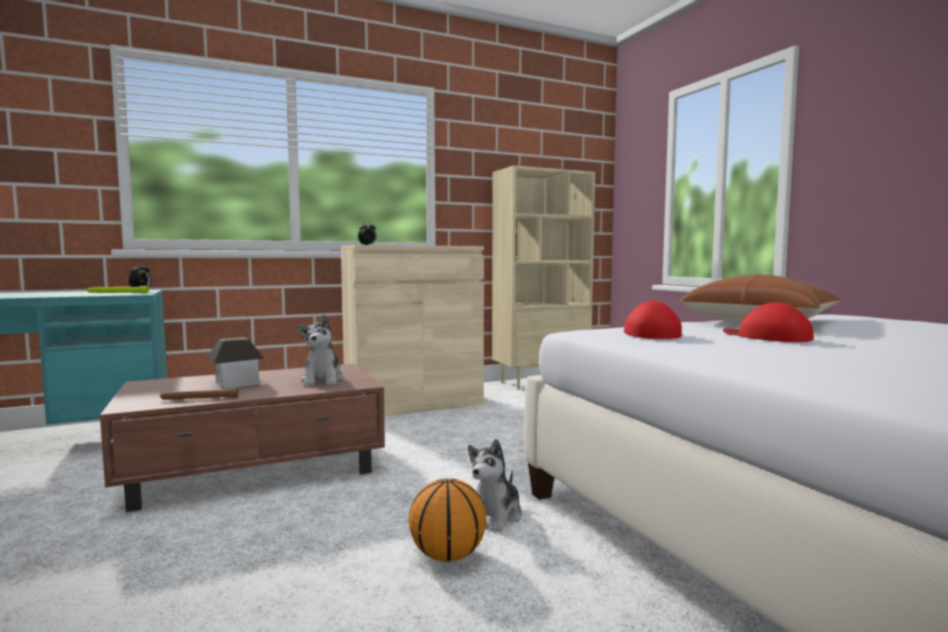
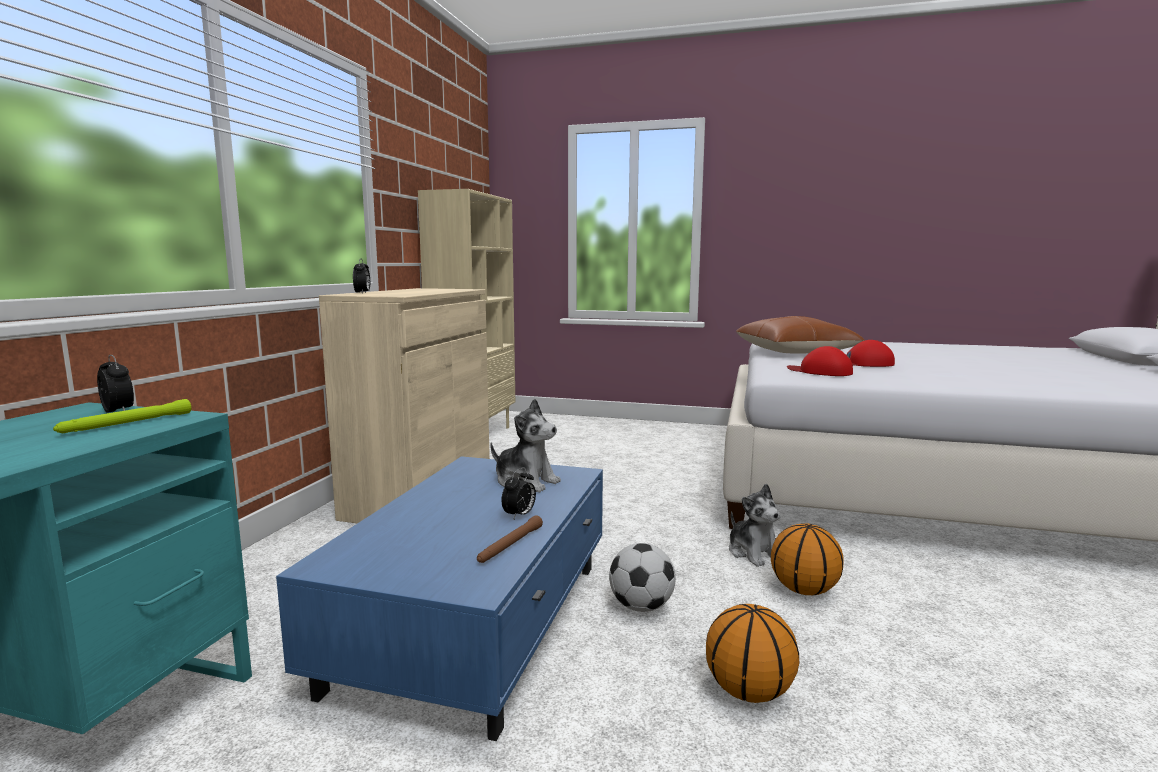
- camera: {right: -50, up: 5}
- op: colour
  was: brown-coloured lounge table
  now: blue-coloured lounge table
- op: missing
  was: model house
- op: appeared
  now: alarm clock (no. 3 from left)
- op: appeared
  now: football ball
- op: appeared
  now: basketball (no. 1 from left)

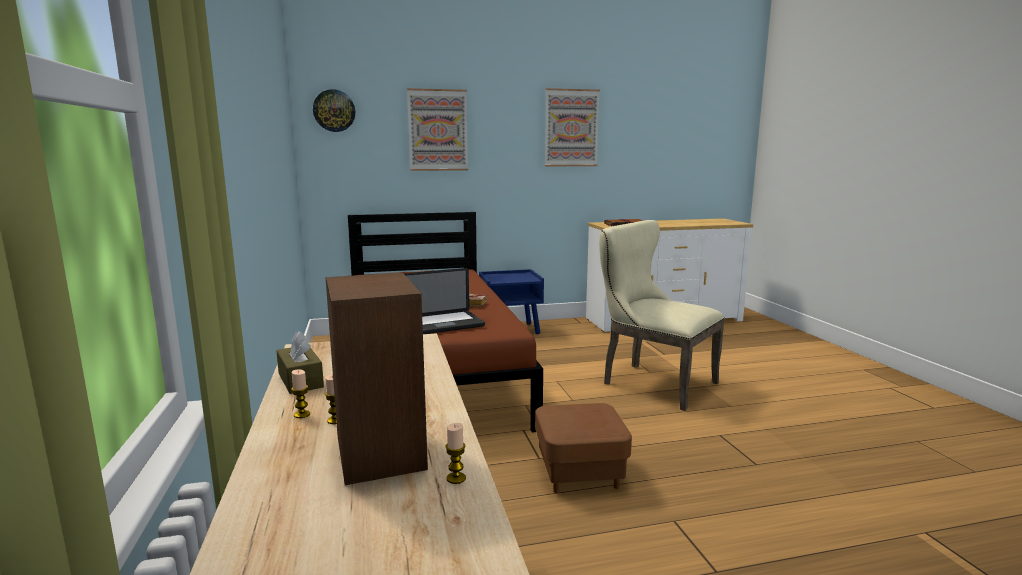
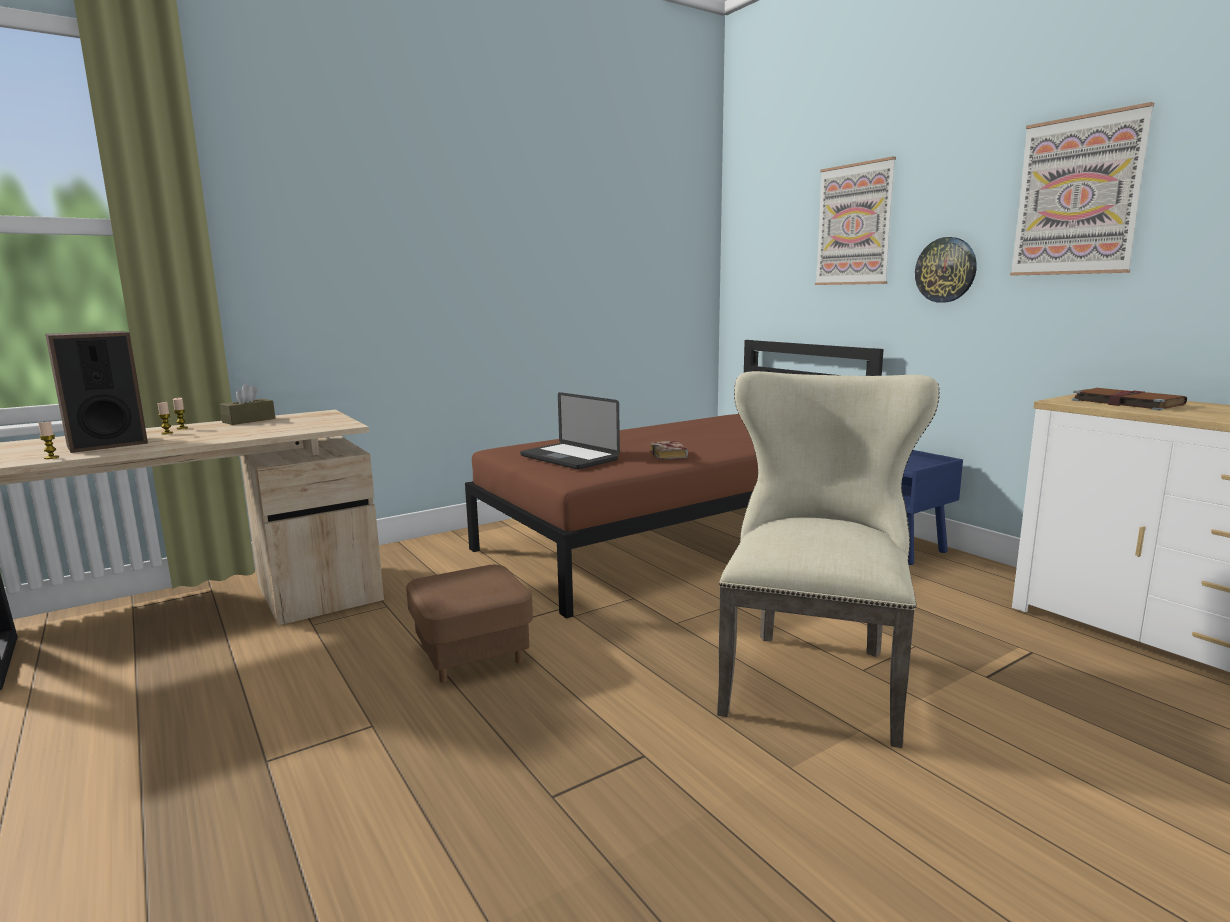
- camera: {right: 70, up: 0}
- op: relocated
  was: hanging clock

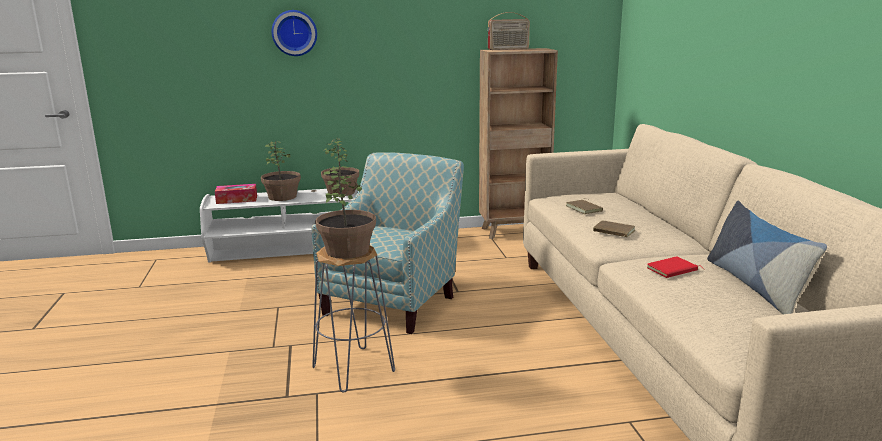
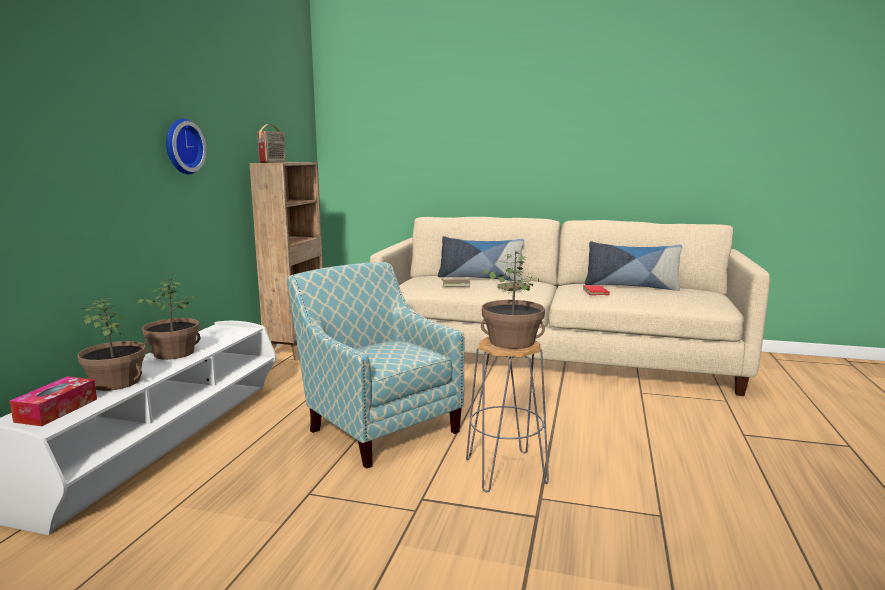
- camera: {right: -65, up: -5}
- op: relocated
  was: hanging clock
- op: appeared
  now: pillow (no. 1 from left)

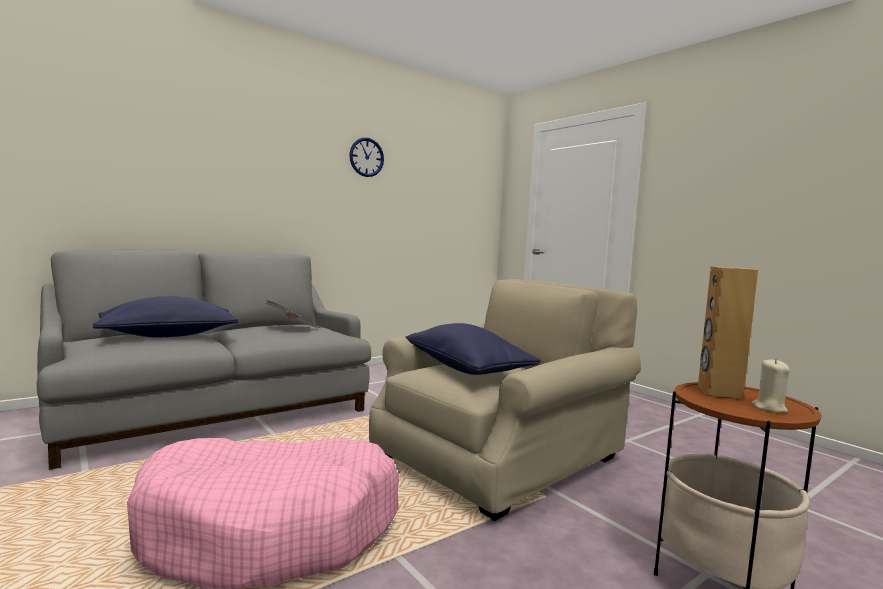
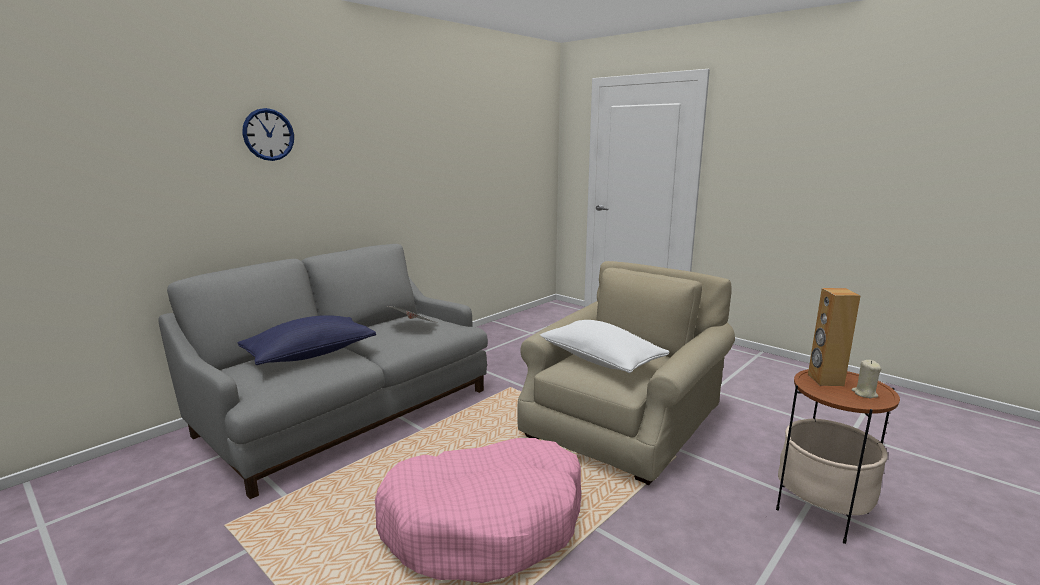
- camera: {right: -10, up: 10}
- op: relocated
  was: hanging clock
- op: colour
  was: blue-coloured pillow (no. 2 from left)
  now: whitish pillow

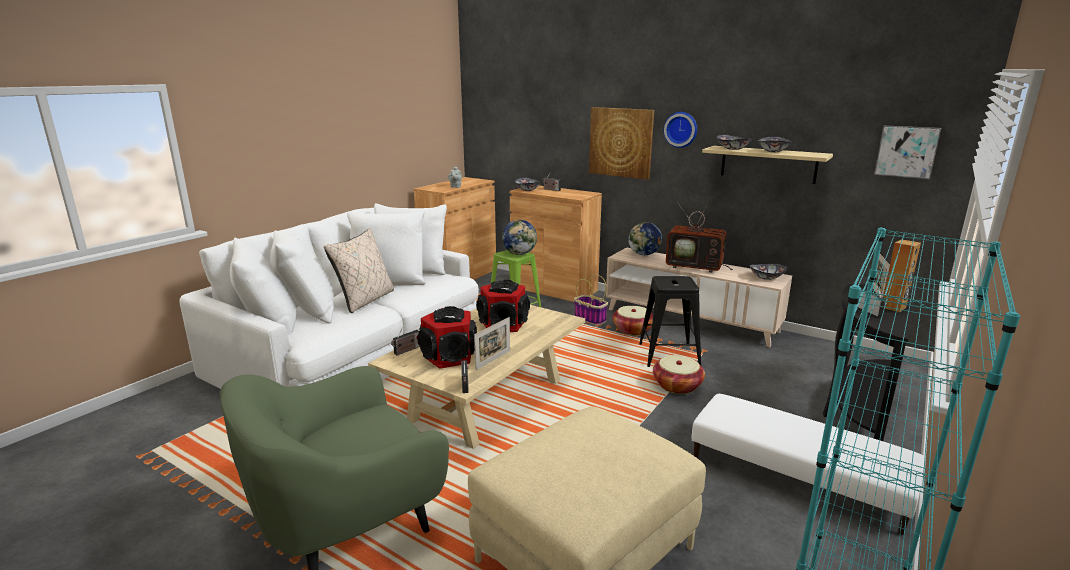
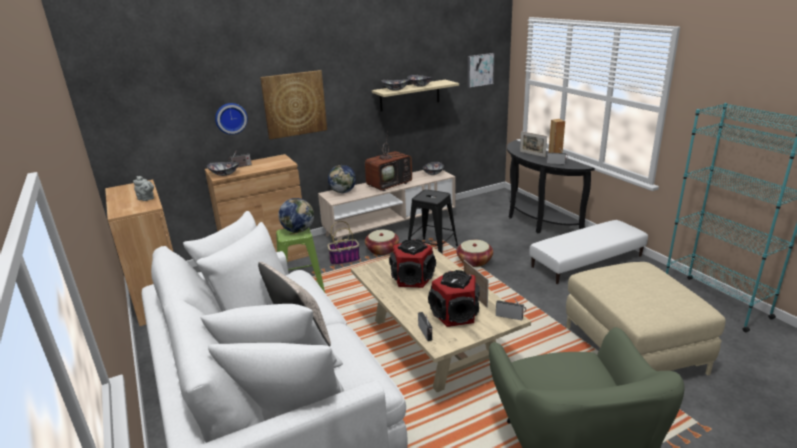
- camera: {right: -60, up: 5}
- op: relocated
  was: hanging clock

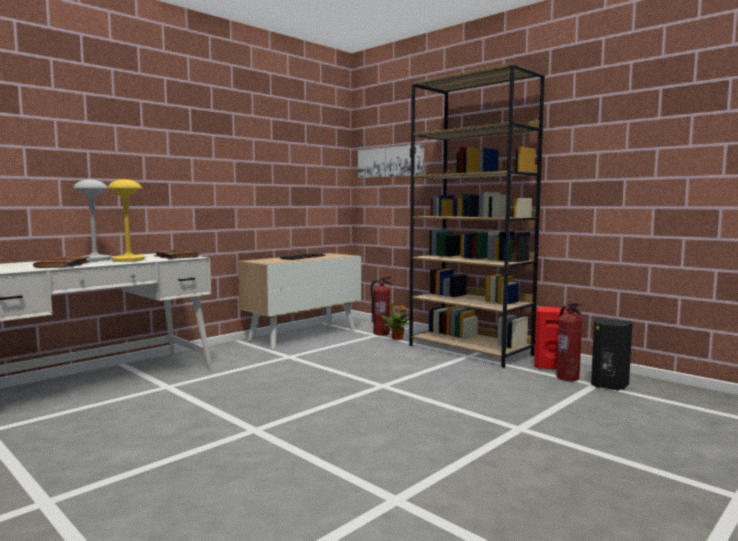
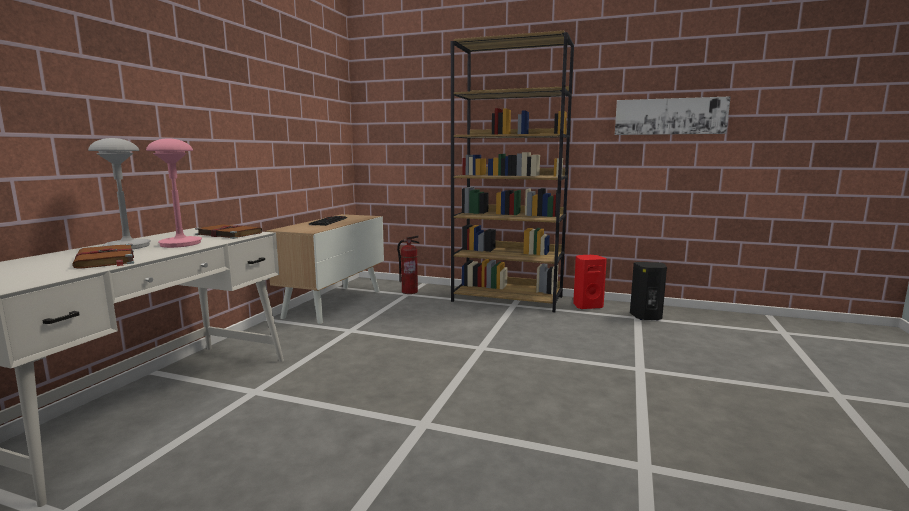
- camera: {right: -25, up: 5}
- op: colour
  was: yellowish table lamp
  now: pinkish table lamp
- op: relocated
  was: wall picture
- op: missing
  was: potted plant
- op: missing
  was: fire extinguisher (no. 2 from left)

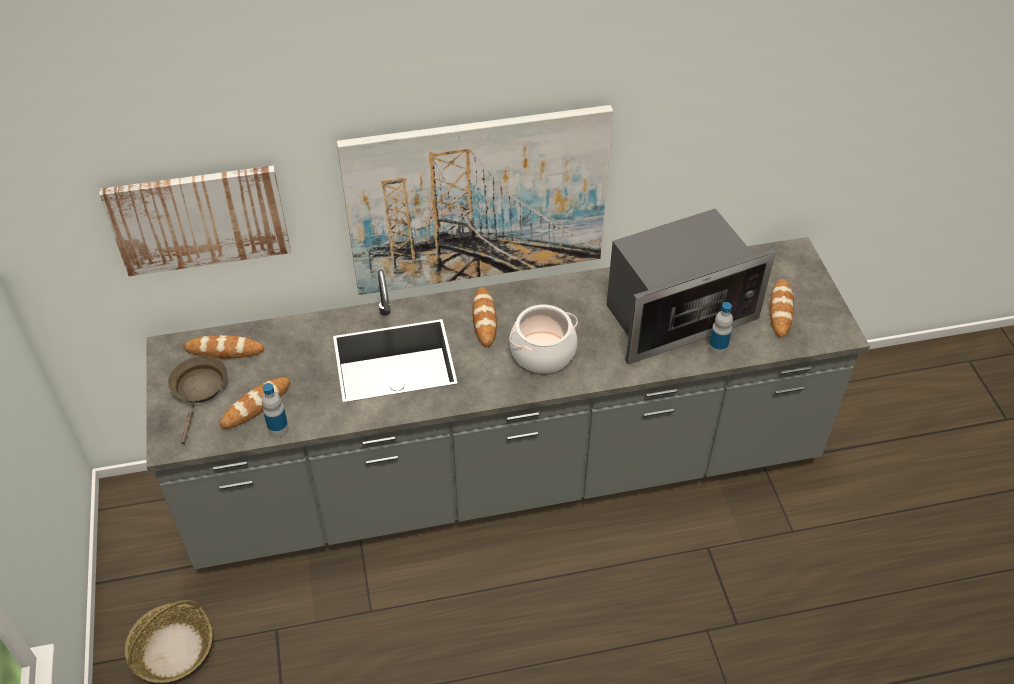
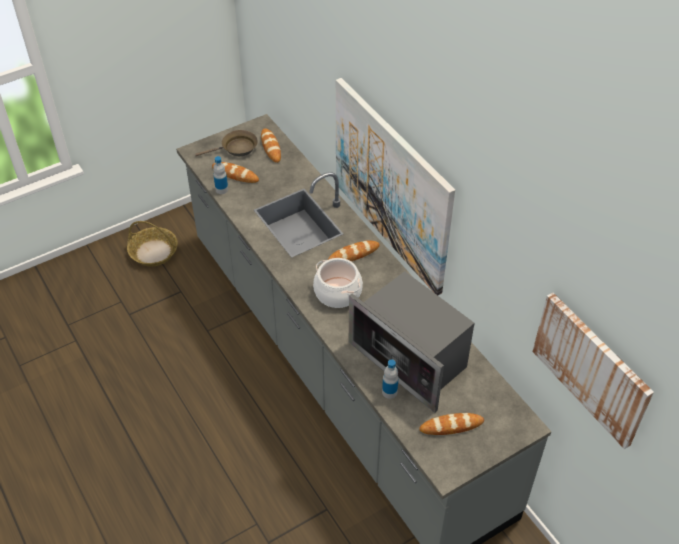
- camera: {right: 70, up: 0}
- op: relocated
  was: wall picture (no. 1 from left in the first image)
  now: wall picture (no. 2 from left)

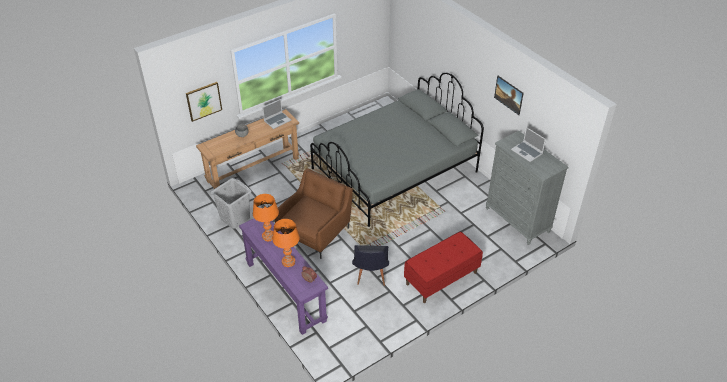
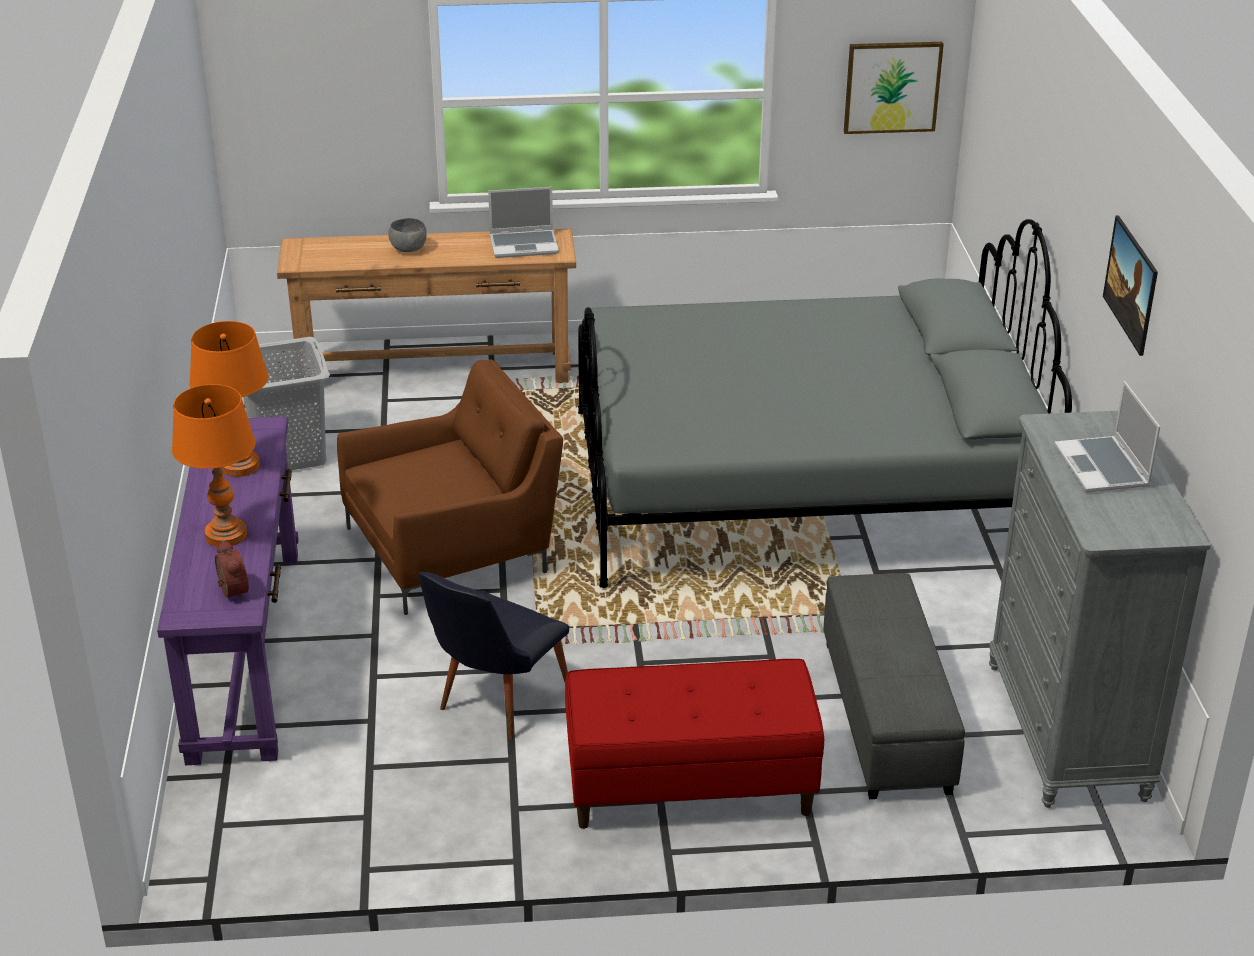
- camera: {right: 30, up: -10}
- op: relocated
  was: wall picture (no. 1 from left)
- op: appeared
  now: greyish pouffe

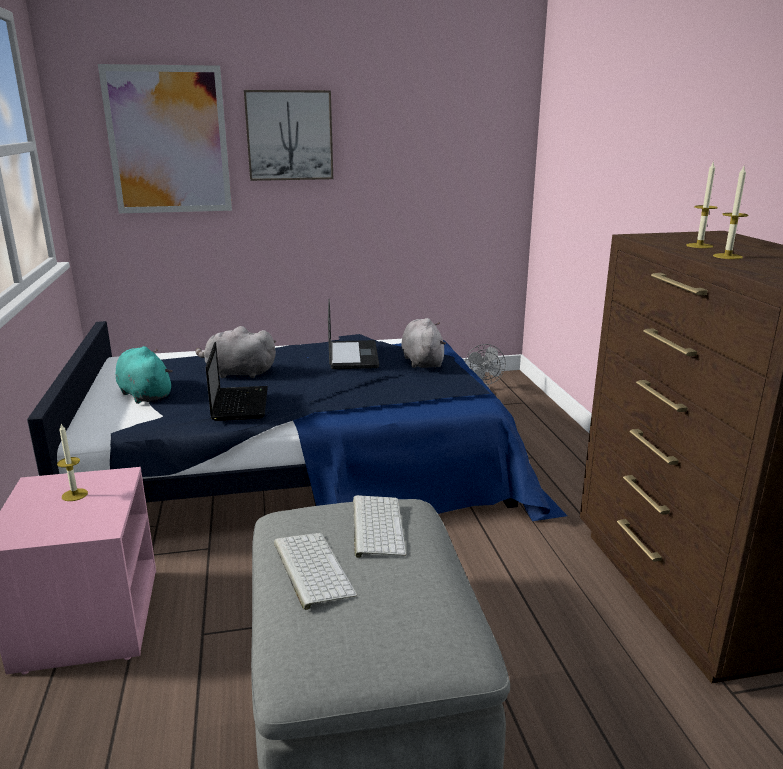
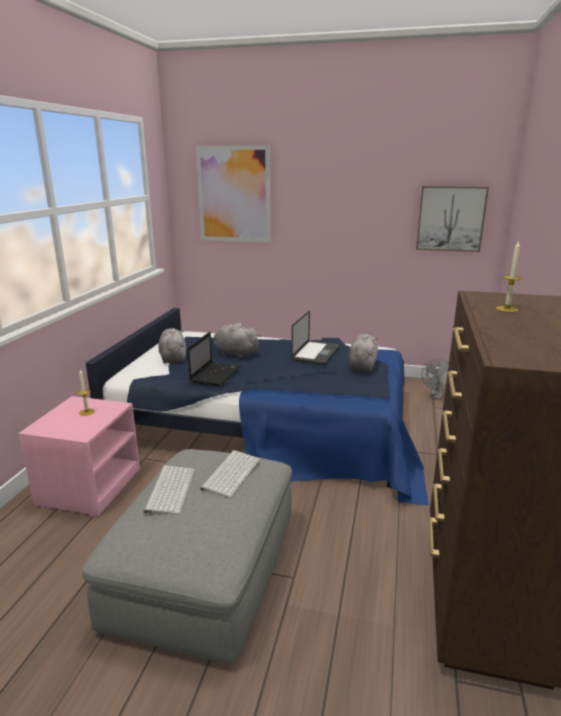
- camera: {right: 25, up: 0}
- op: colour
  was: blue-green soft toy
  now: greyish soft toy (no. 1 from left)
- op: relocated
  was: wall picture (no. 2 from left)
- op: missing
  was: candle (no. 3 from left)

